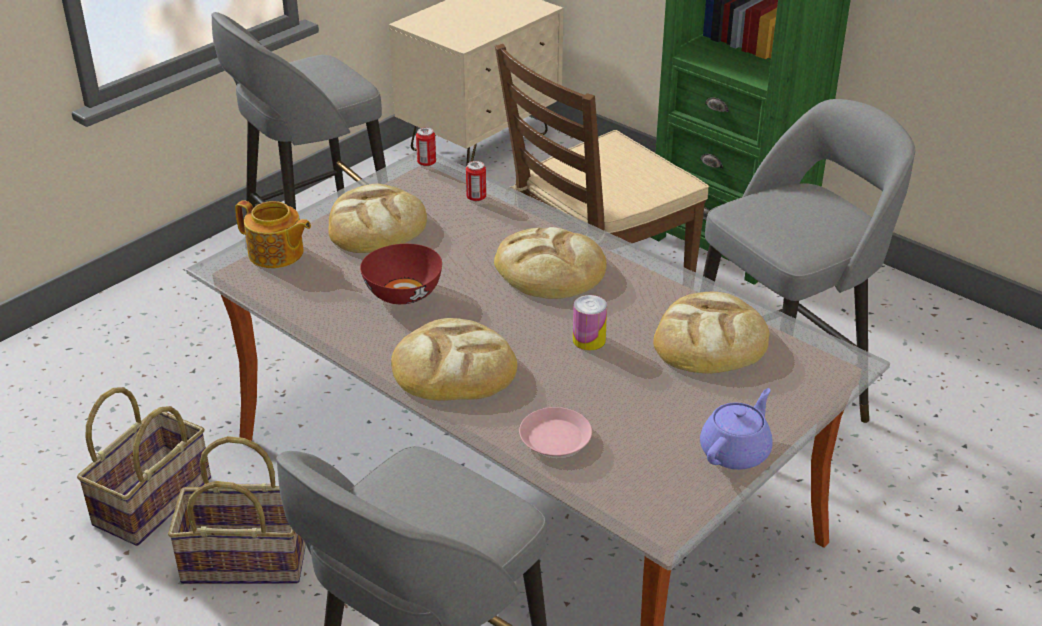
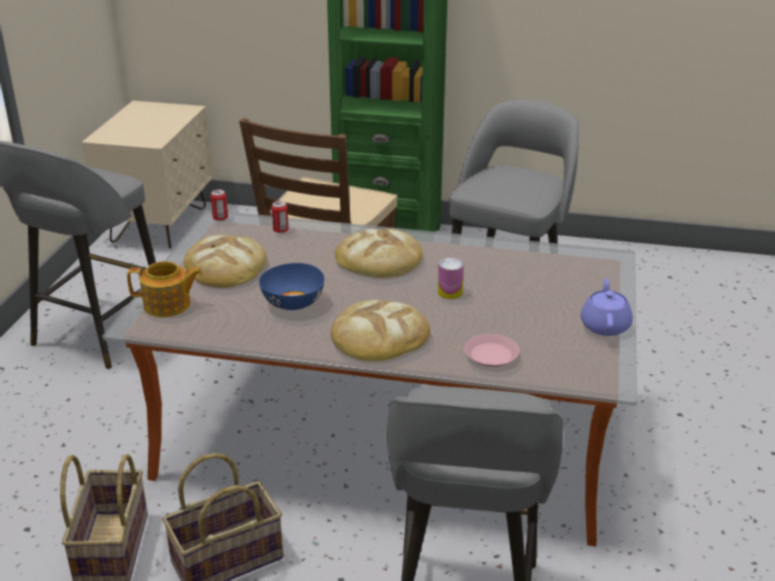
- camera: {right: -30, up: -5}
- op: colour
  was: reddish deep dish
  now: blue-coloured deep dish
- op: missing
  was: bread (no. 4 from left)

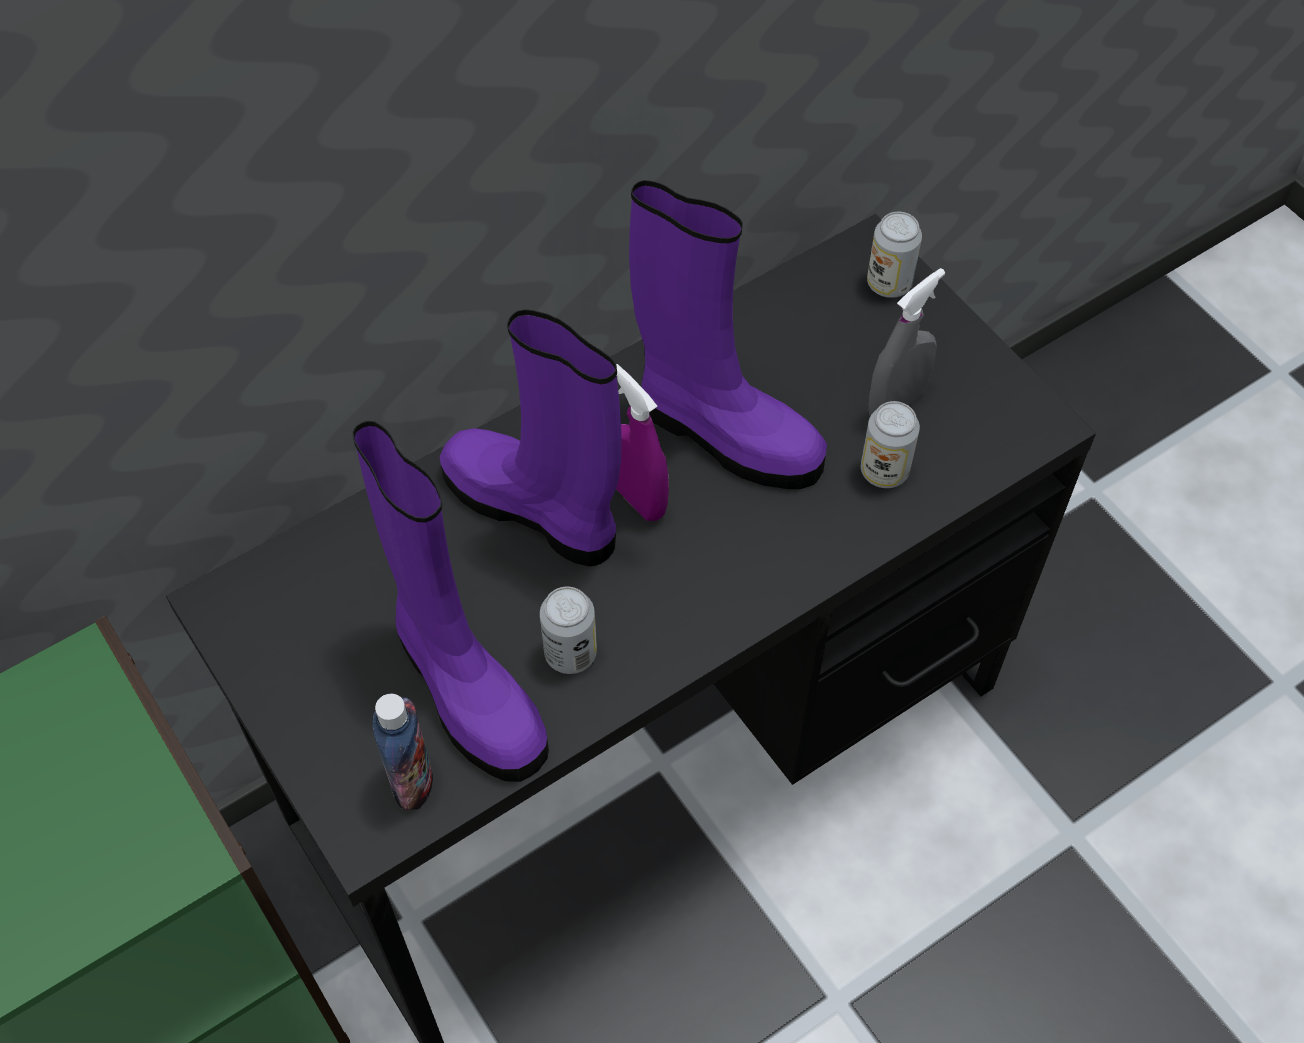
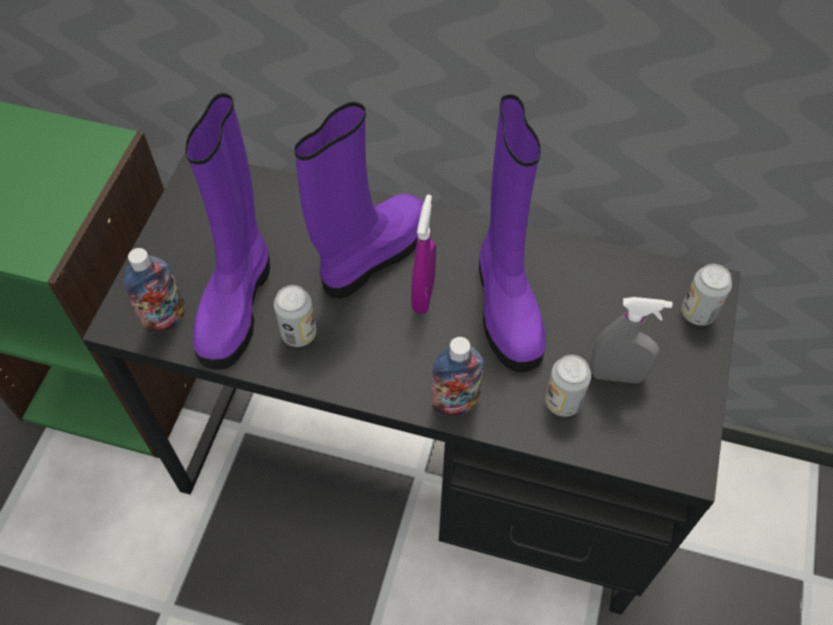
- camera: {right: 50, up: 0}
- op: spun
  was: purple tall boot (no. 2 from left)
  clockwise: 45
- op: appeared
  now: drink bottle (no. 2 from left)

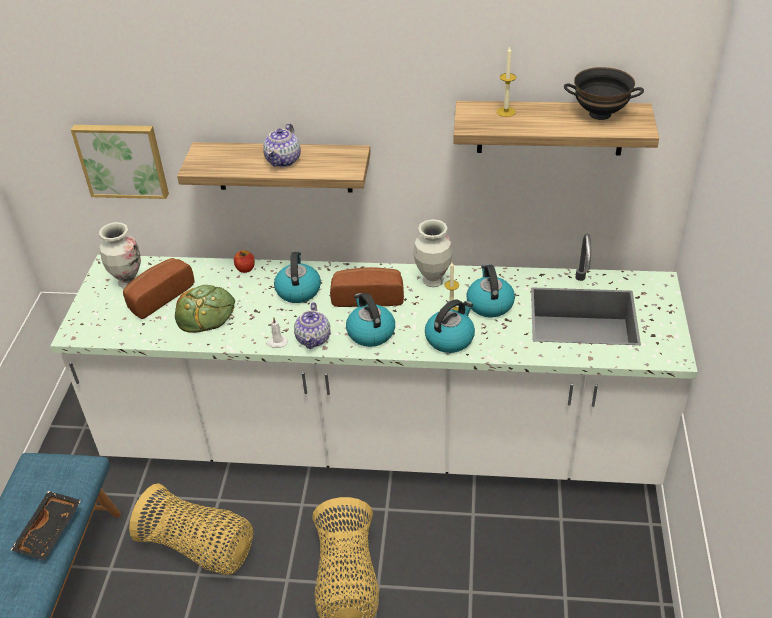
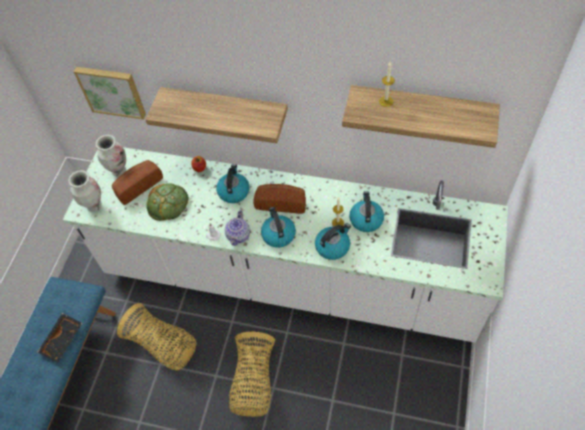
- camera: {right: 10, up: 15}
- op: missing
  was: pot for tea (no. 1 from left)
- op: relocated
  was: vase (no. 2 from left in the first image)
  now: vase (no. 1 from left)
- op: missing
  was: blackish deep dish

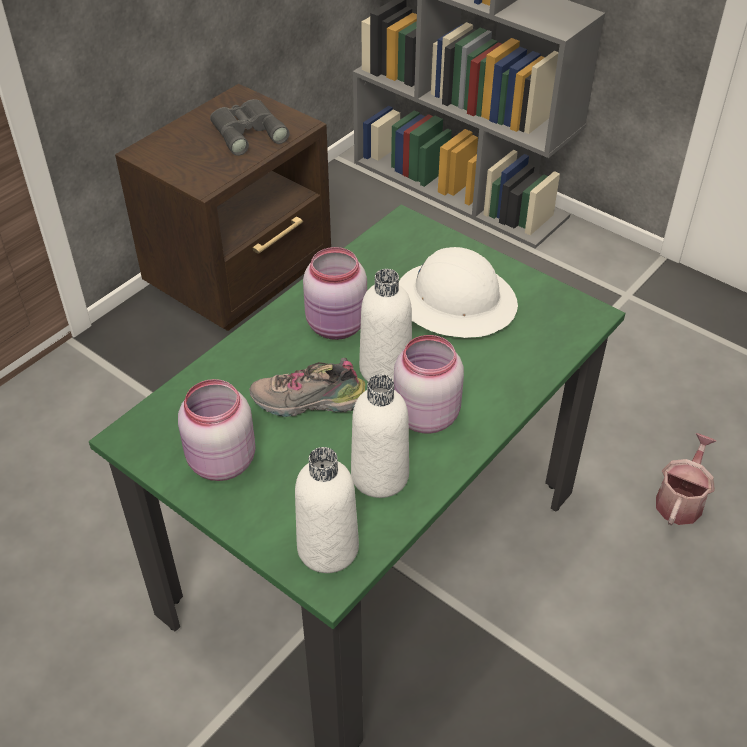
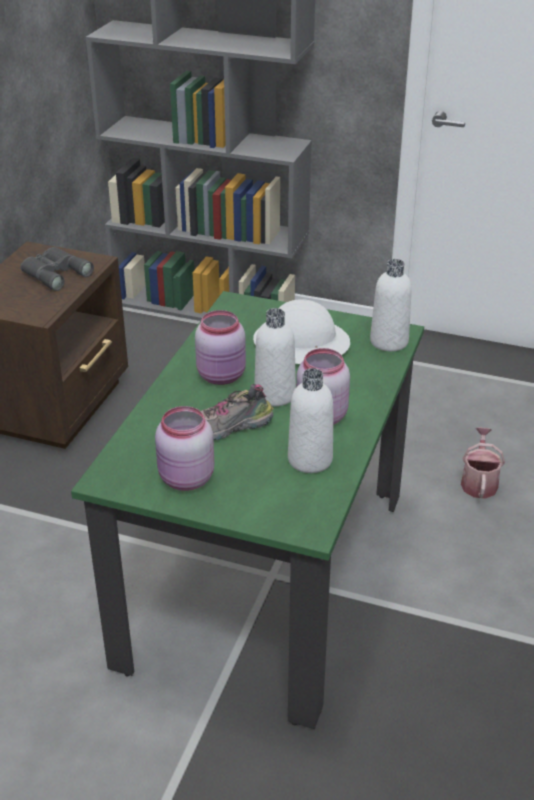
- camera: {right: -20, up: -10}
- op: relocated
  was: whitish drink bottle (no. 1 from left in the first image)
  now: whitish drink bottle (no. 3 from left)

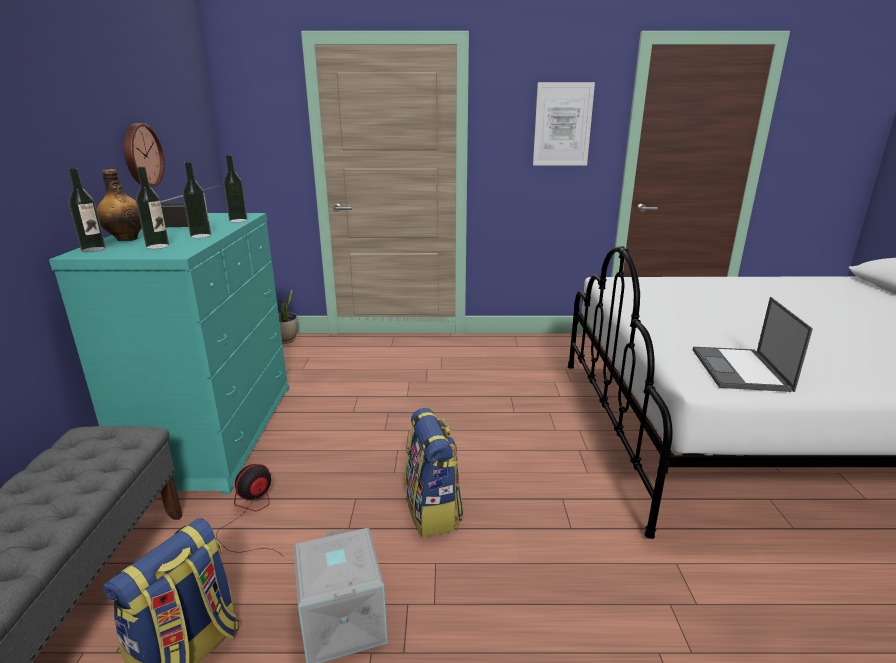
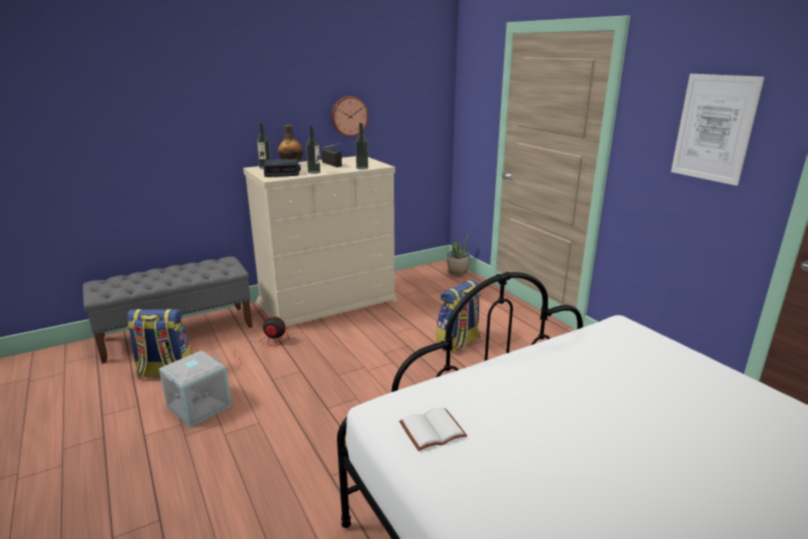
- camera: {right: 60, up: 0}
- op: colour
  was: blue-green drawer chest
  now: beige drawer chest
- op: exchanged
  was: drink bottle (no. 3 from left)
  now: alarm clock
- op: relocated
  was: rucksack (no. 2 from left)
- op: exchanged
  was: notebook computer
  now: whitish bound book

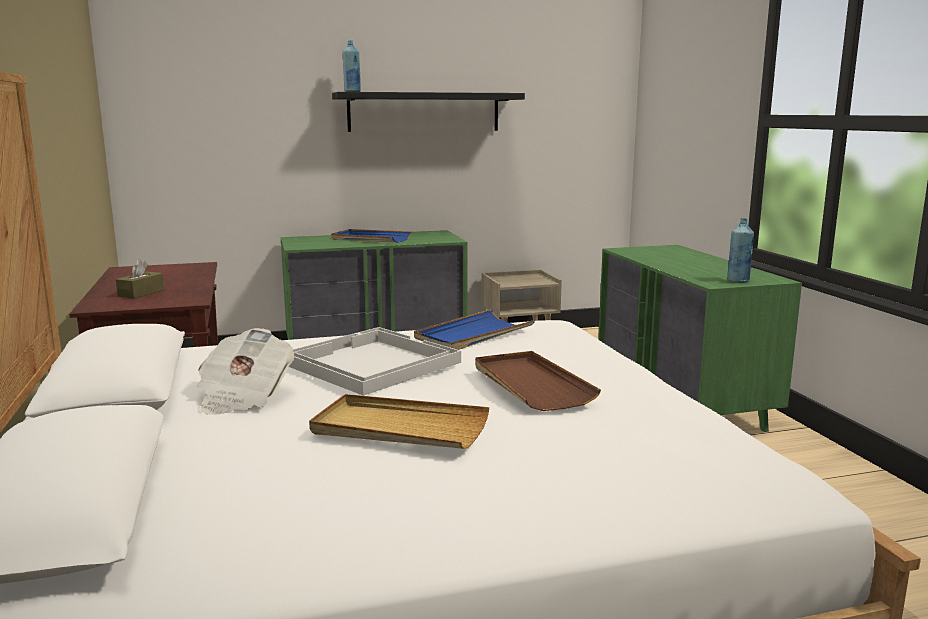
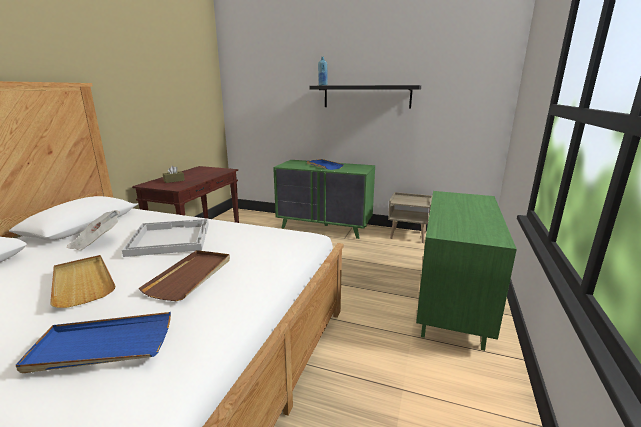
- camera: {right: 35, up: 5}
- op: relocated
  was: blue-coloured carrying tray (no. 2 from left in the first image)
  now: blue-coloured carrying tray (no. 1 from left)
- op: missing
  was: blue-coloured drink bottle (no. 2 from left)

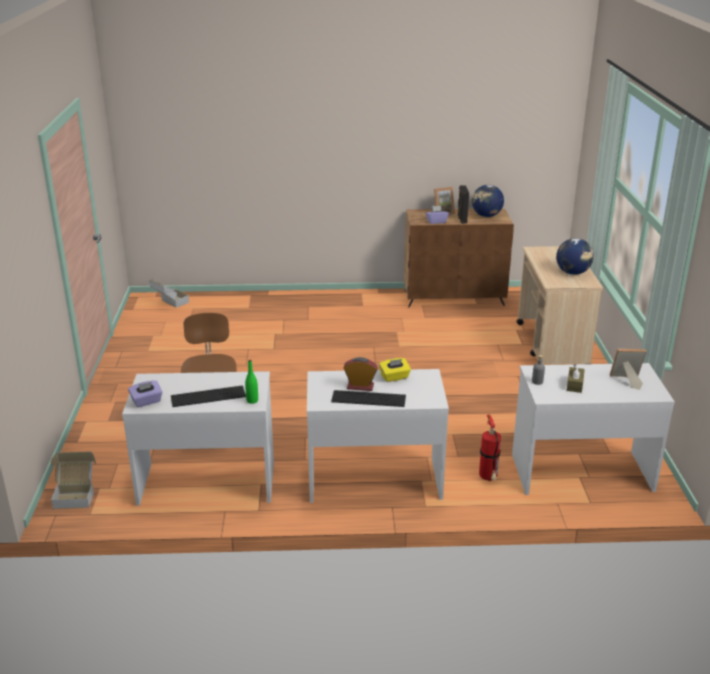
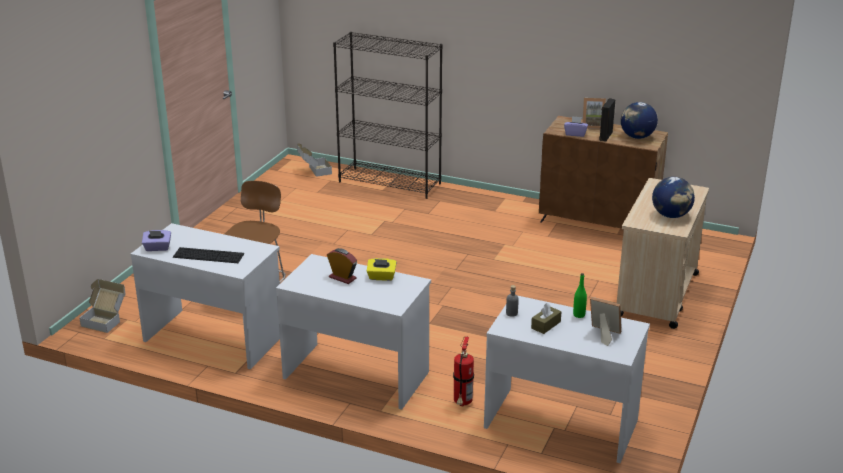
- camera: {right: 25, up: 0}
- op: relocated
  was: green drink bottle
- op: missing
  was: keyboard (no. 2 from left)
- op: appeared
  now: blackish shelving unit

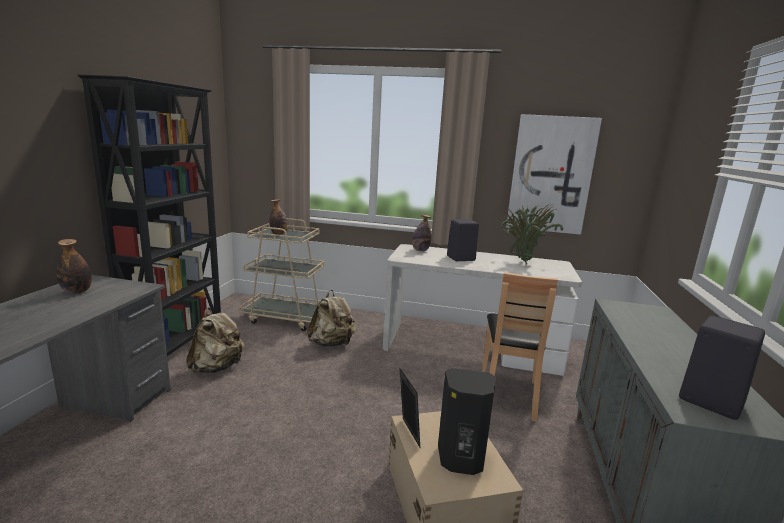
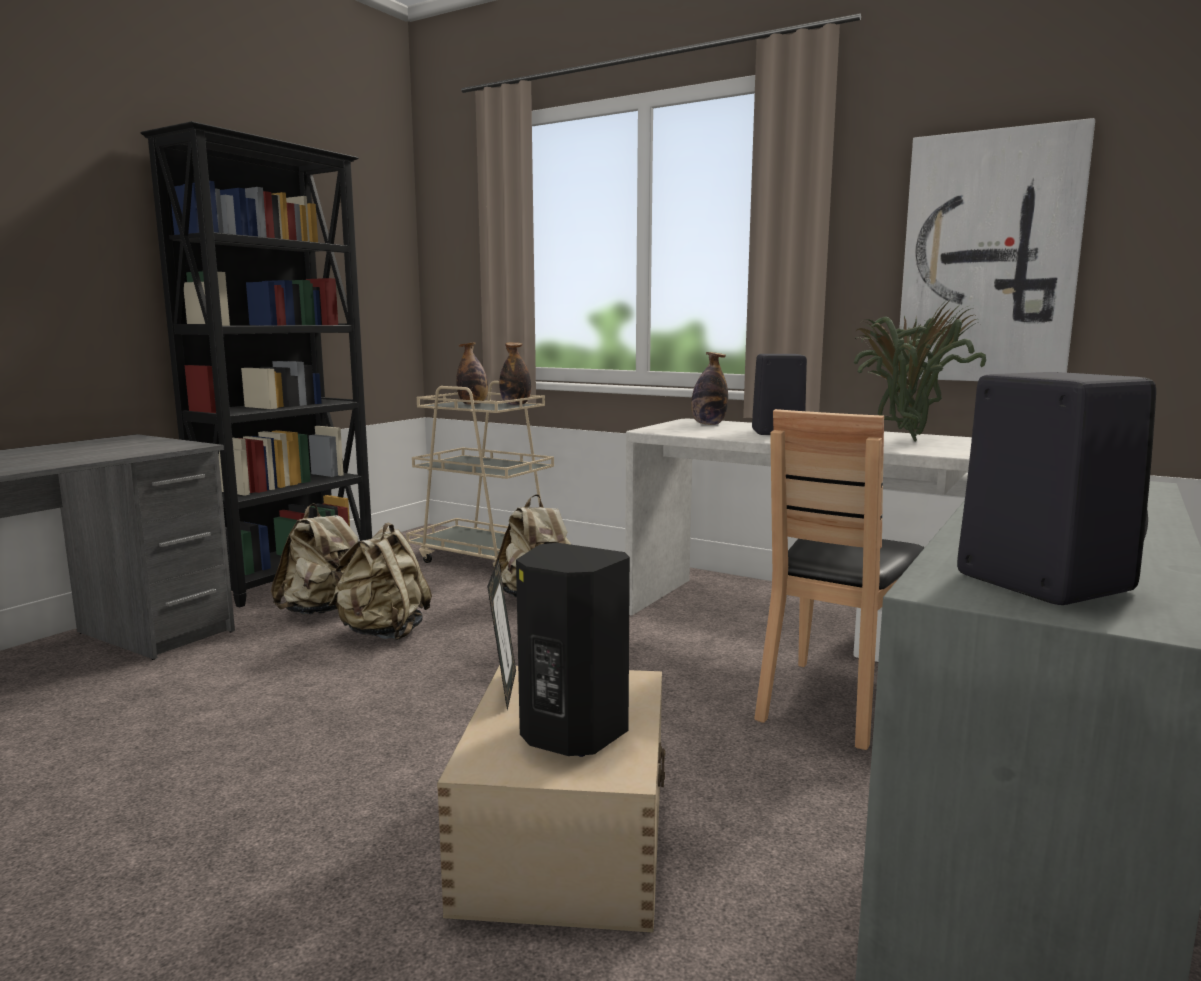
- camera: {right: 20, up: -5}
- op: relocated
  was: drink bottle (no. 1 from left in the first image)
  now: drink bottle (no. 2 from left)
- op: appeared
  now: beige rucksack (no. 2 from left)

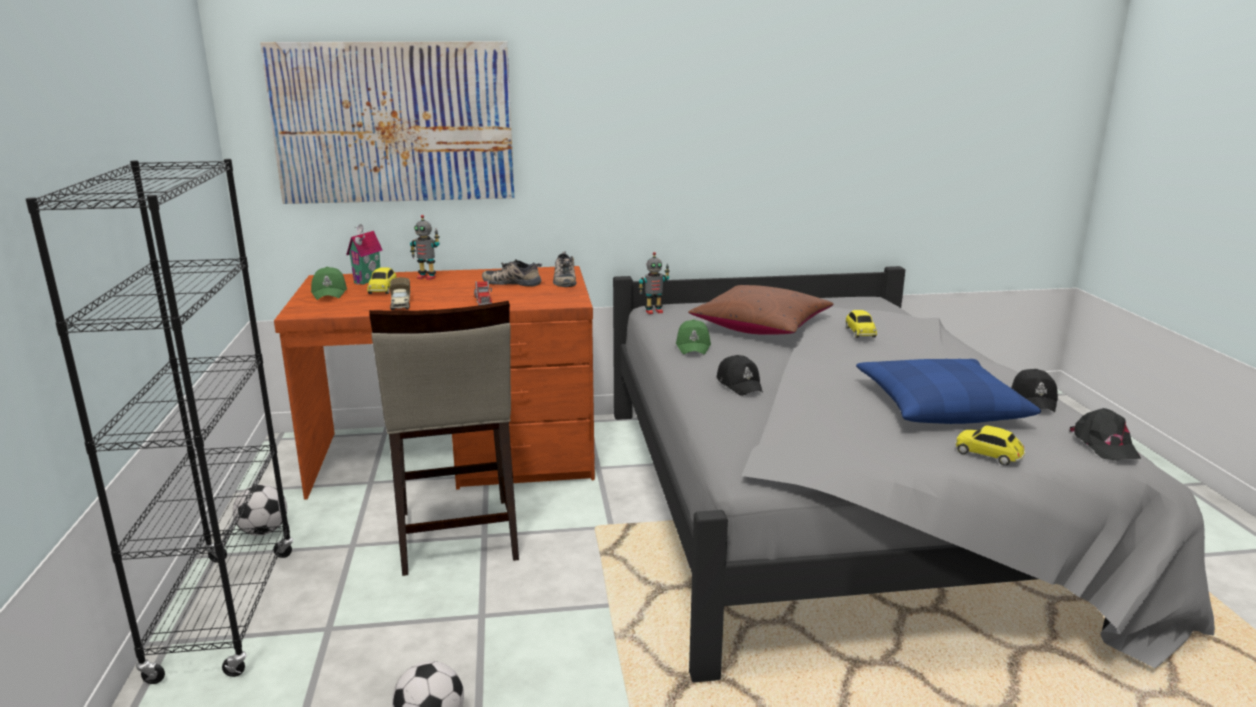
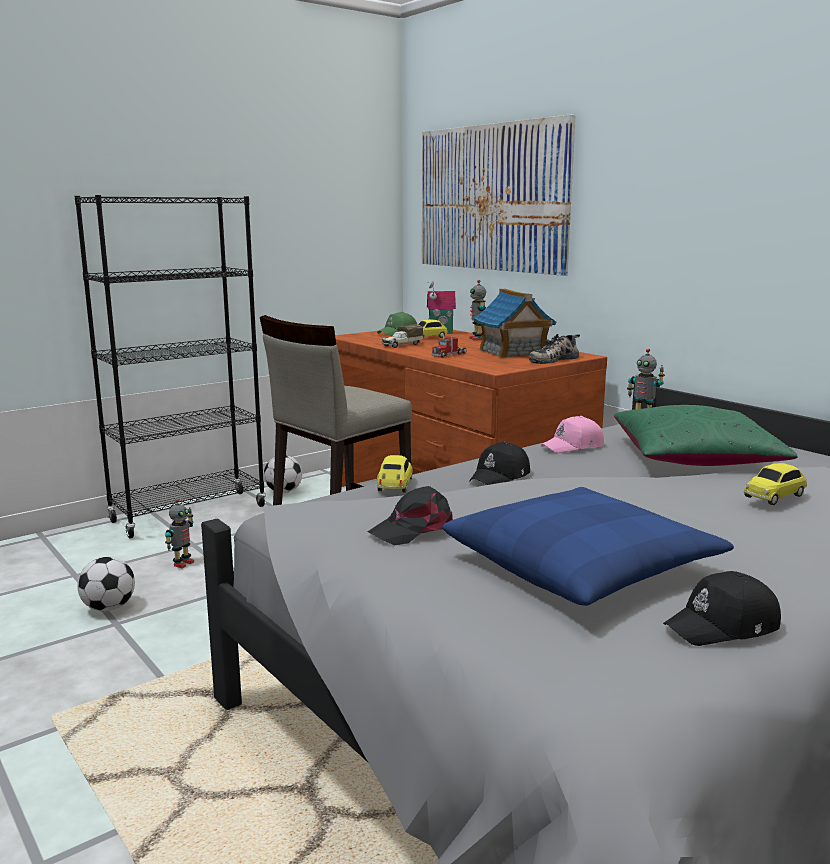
- camera: {right: 60, up: -5}
- op: exchanged
  was: low shoe (no. 1 from left)
  now: model house (no. 2 from left)
- op: colour
  was: green baseball cap (no. 2 from left)
  now: pinkish baseball cap
- op: colour
  was: brown-coloured pillow
  now: green pillow
- op: relocated
  was: toy car (no. 3 from left in the first image)
  now: toy car (no. 1 from left)
- op: relocated
  was: blackish baseball cap (no. 3 from left in the first image)
  now: blackish baseball cap (no. 1 from left)
- op: appeared
  now: robot figure (no. 1 from left)

